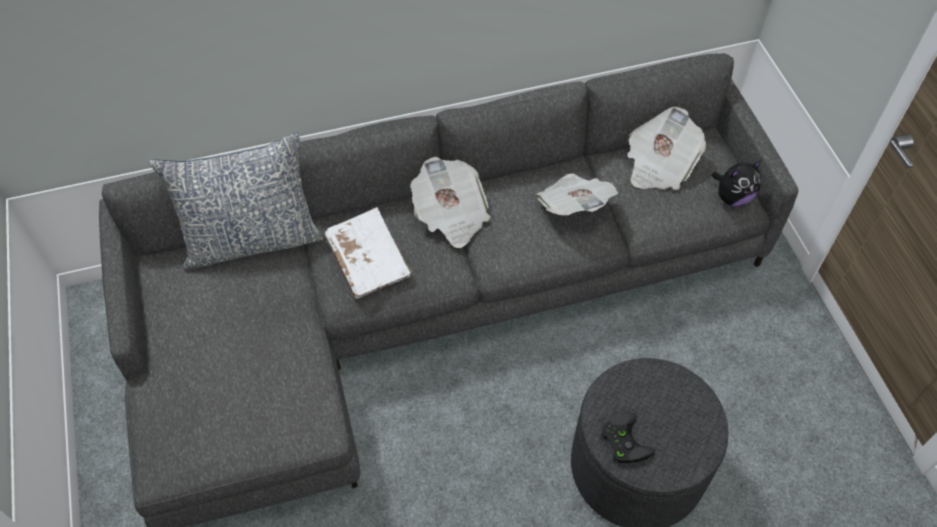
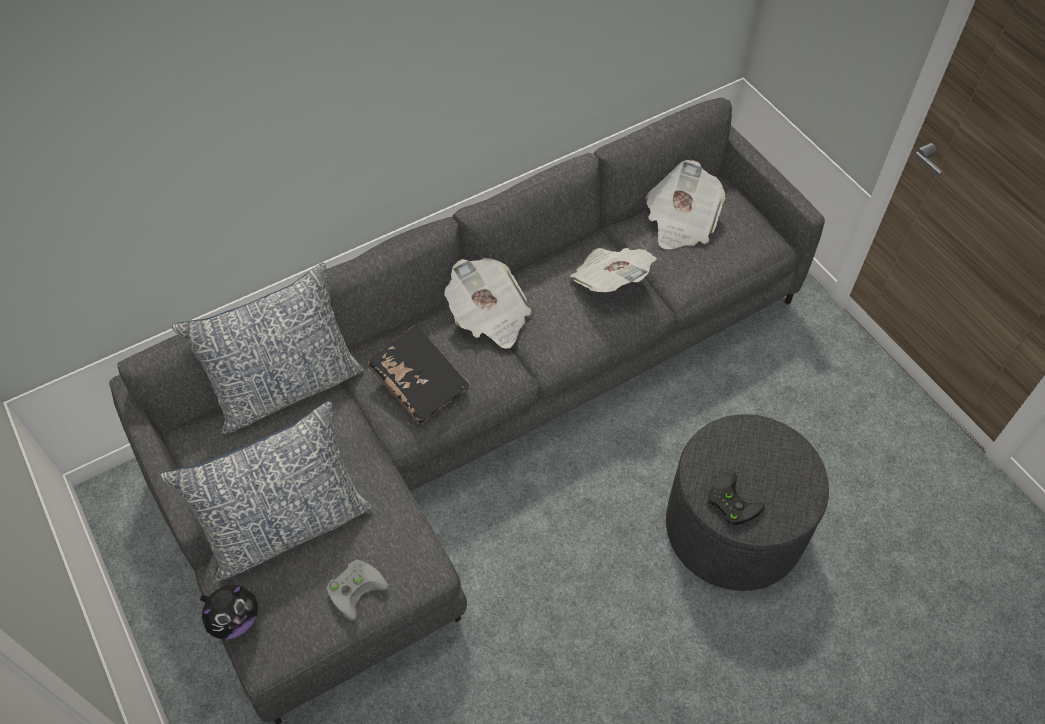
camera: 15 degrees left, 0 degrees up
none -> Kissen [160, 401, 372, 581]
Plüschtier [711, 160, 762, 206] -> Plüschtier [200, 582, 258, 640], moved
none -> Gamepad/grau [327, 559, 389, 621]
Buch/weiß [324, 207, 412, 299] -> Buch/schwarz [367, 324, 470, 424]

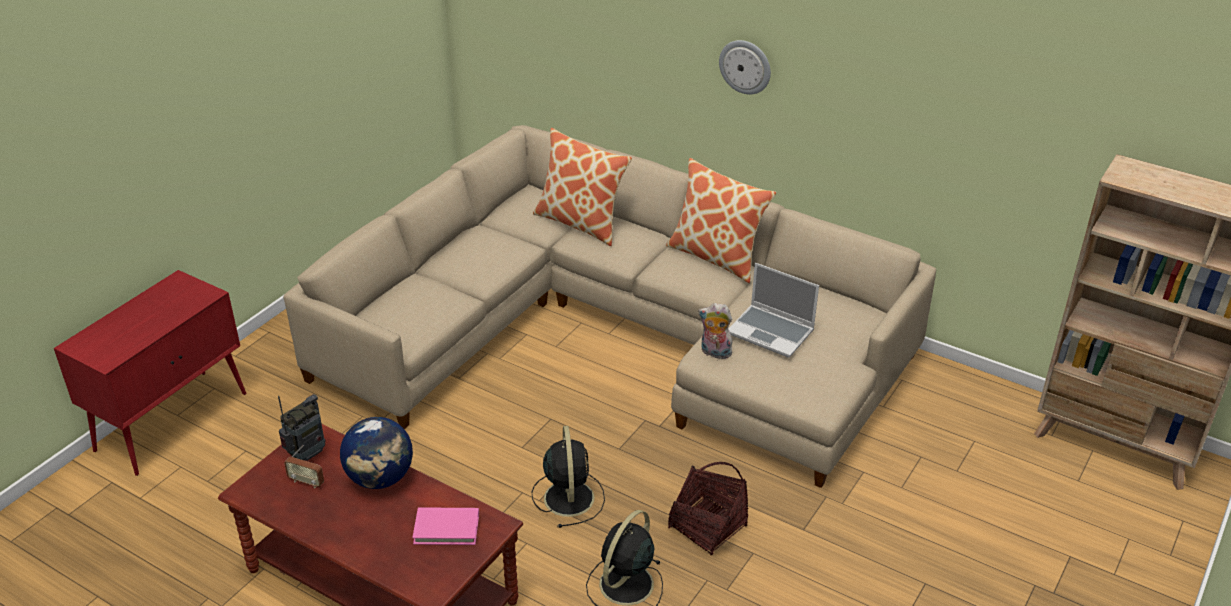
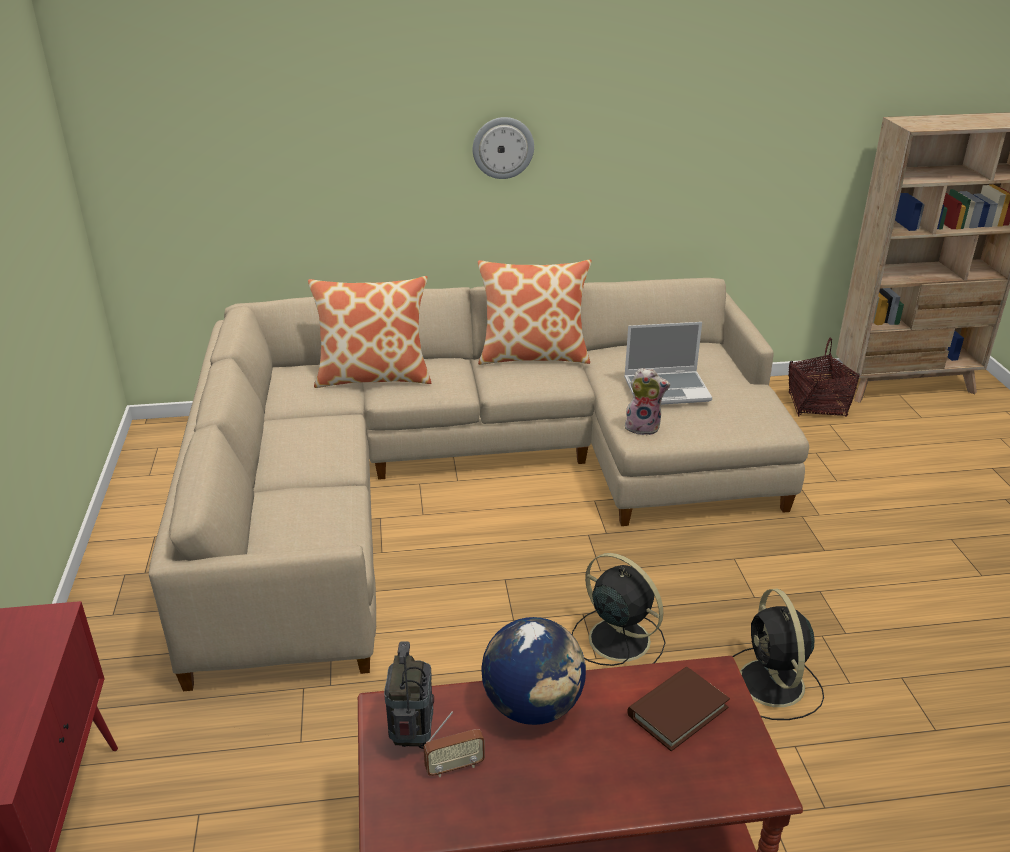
camera: 40 degrees left, 5 degrees down
Plüschtier [698, 303, 734, 359] -> Plüschtier [625, 368, 670, 435], 150 degrees counterclockwise
Buch/rosa [412, 507, 479, 545] -> Buch/braun [627, 667, 730, 751]
Korb [668, 462, 748, 555] -> Korb [788, 338, 860, 416], moved

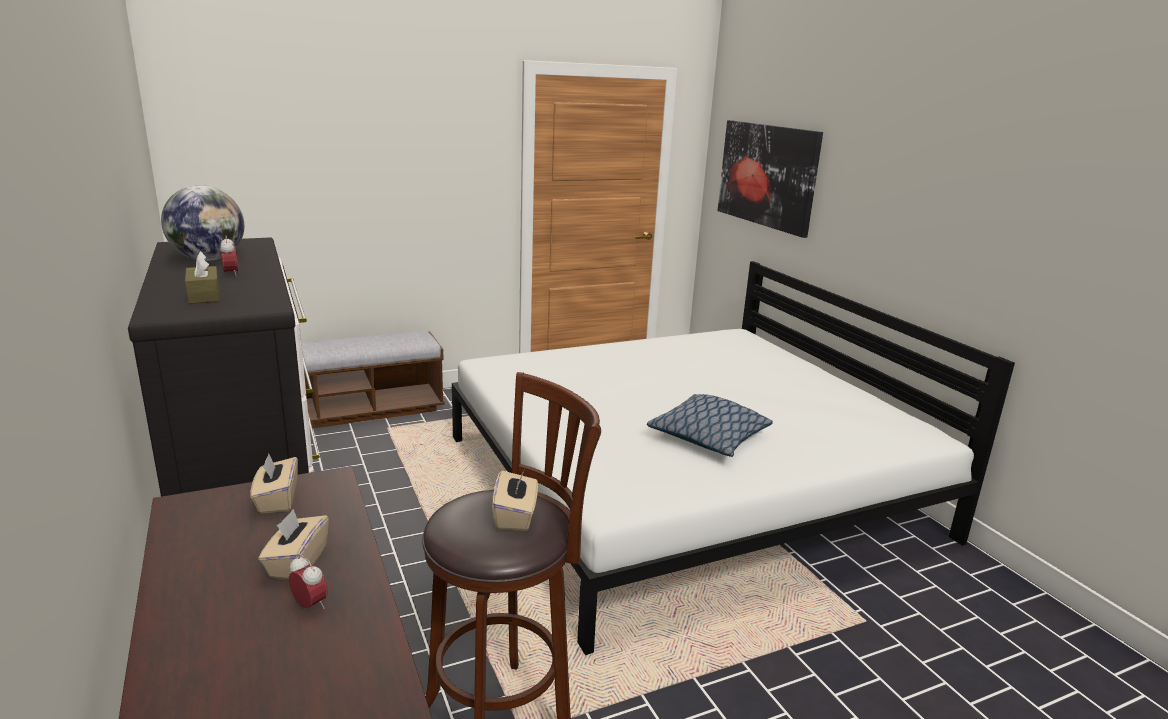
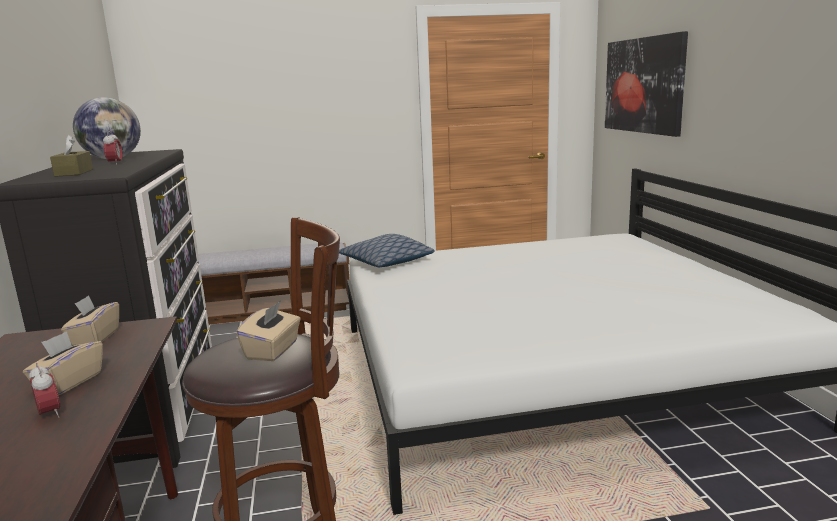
camera: 15 degrees right, 5 degrees down
Kissen [647, 394, 773, 457] -> Kissen [339, 234, 435, 267], moved

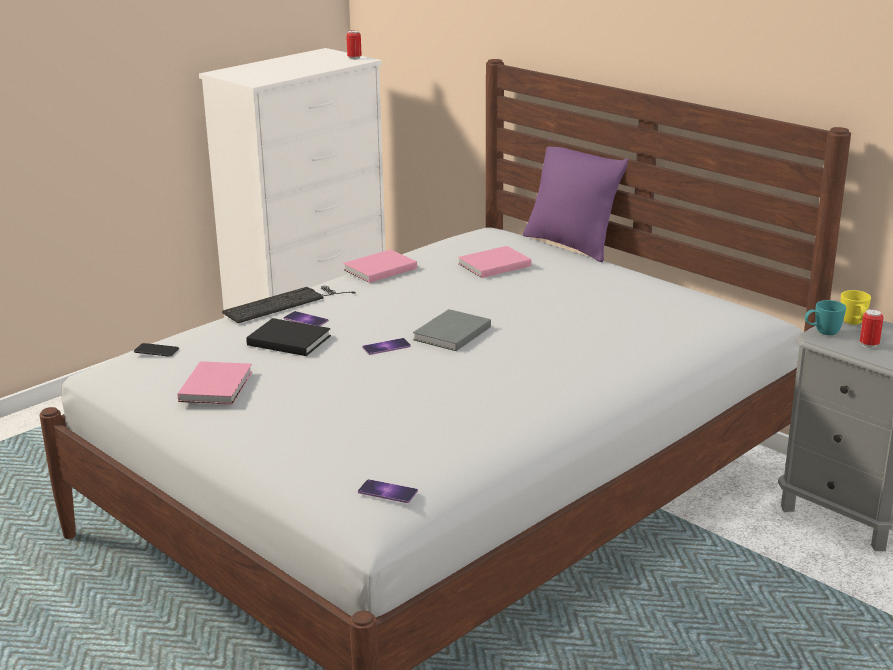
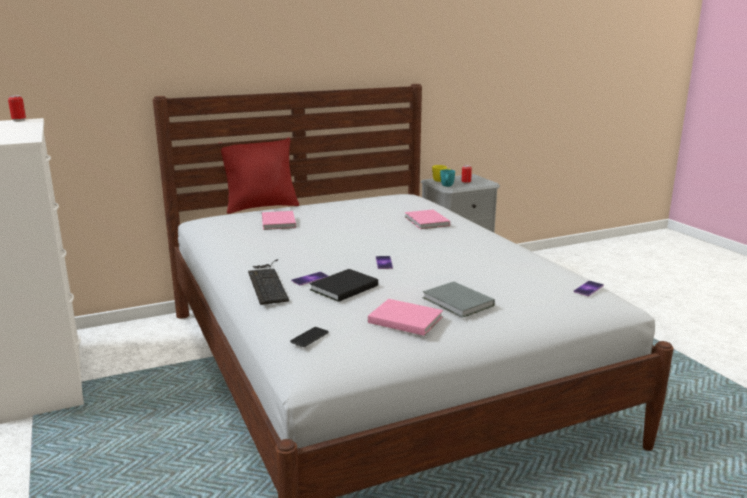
camera: 70 degrees left, 5 degrees down
Kissen/lila [523, 138, 629, 262] -> Kissen/rot [219, 137, 299, 214]
Buch/rosa [343, 249, 417, 283] -> Buch/rosa [405, 210, 450, 229], moved
Buch/grau [413, 309, 491, 351] -> Buch/grau [423, 282, 495, 318], moved

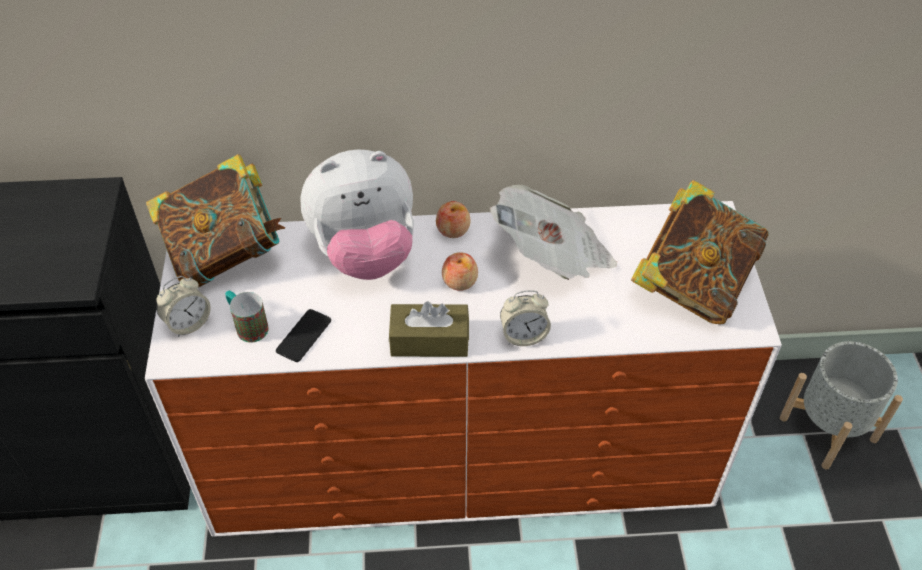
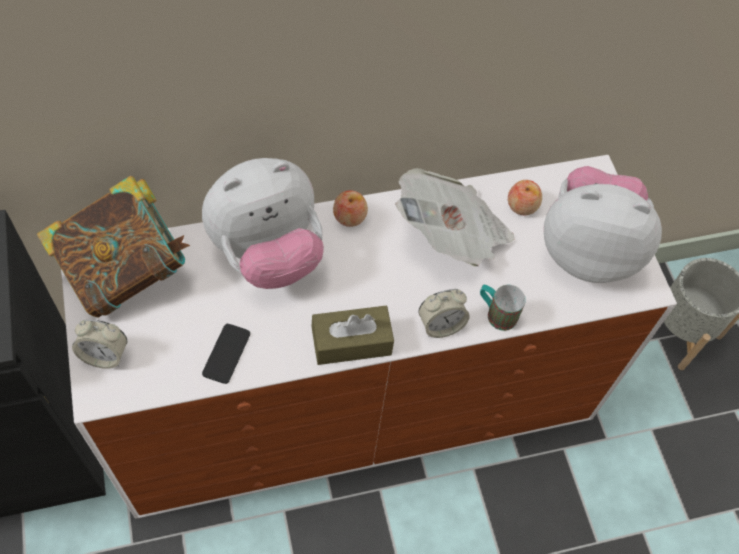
camera: 15 degrees left, 10 degrees up
Wecker [156, 276, 211, 337] -> Wecker [72, 320, 127, 369], 60 degrees clockwise
Henkelbecher [225, 291, 269, 343] -> Henkelbecher [480, 285, 526, 331], moved
Apfel [442, 252, 478, 291] -> Apfel [508, 180, 542, 215], moved
Buch [631, 180, 768, 324] -> Plüschtier [544, 166, 662, 283]

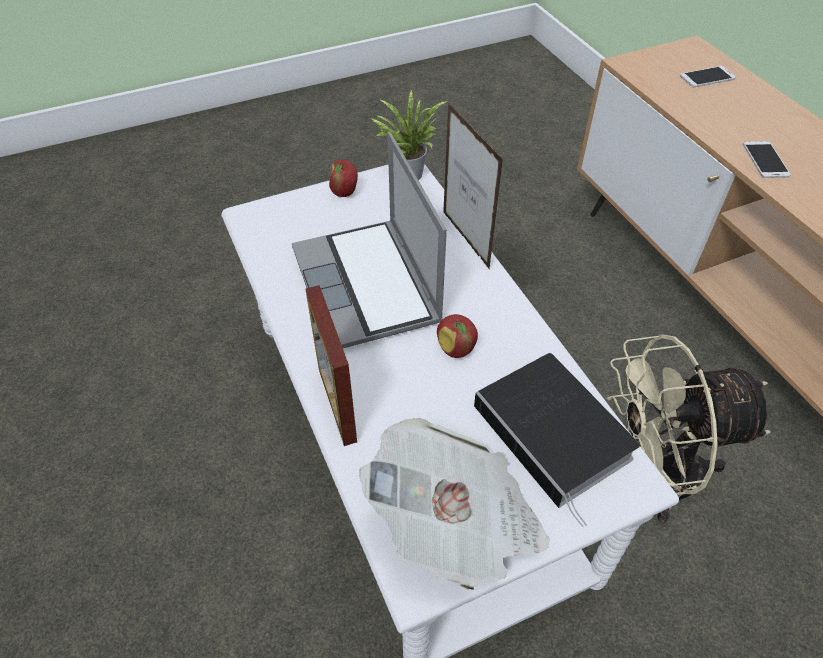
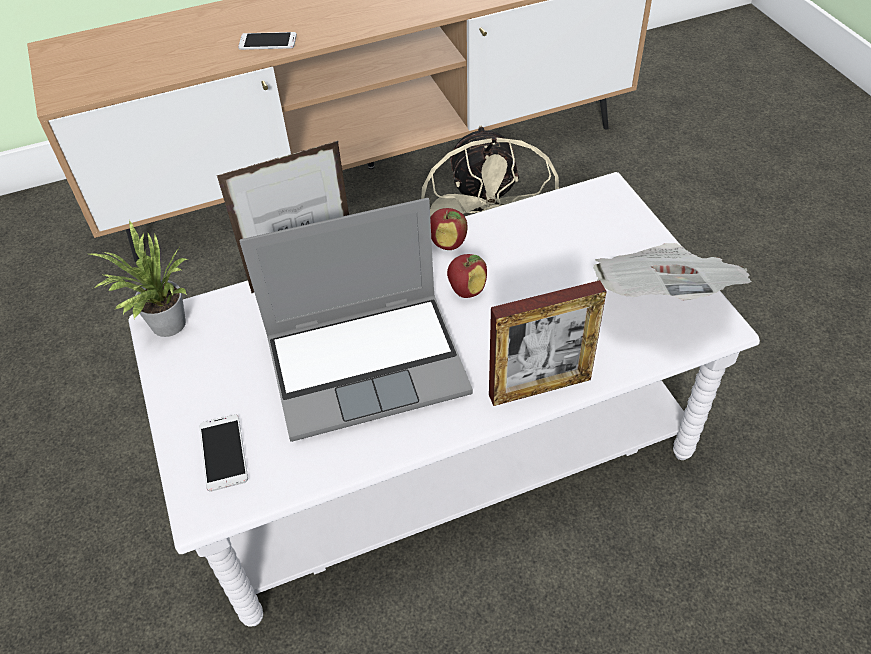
camera: 85 degrees left, 0 degrees up
Handy [680, 66, 736, 87] -> Handy [199, 414, 248, 492], moved
Apfel [329, 160, 358, 197] -> Apfel [430, 208, 467, 250], moved
Buch [474, 353, 640, 527] -> none

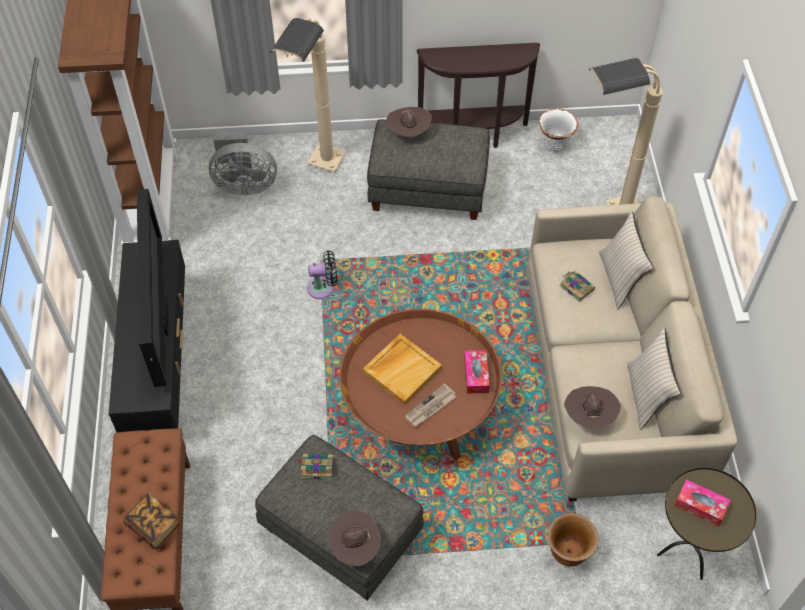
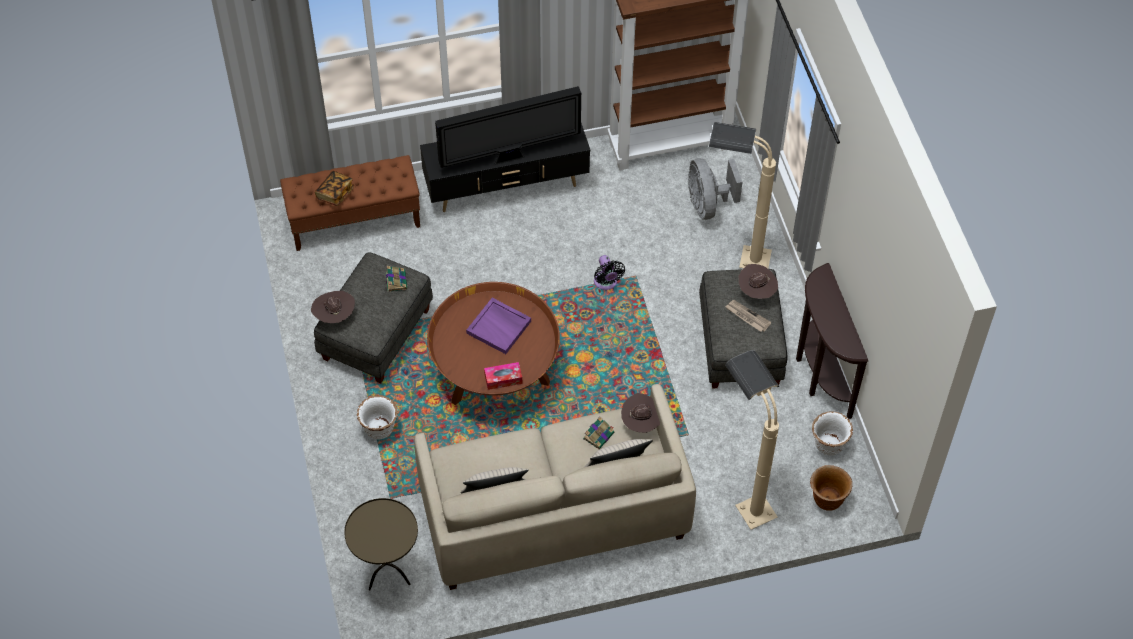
camera: 80 degrees right, 0 degrees up
none -> Pflanzkübel/weiß [357, 395, 398, 439]
Tablett/beige [363, 334, 442, 405] -> Tablett/lila [466, 298, 531, 354]
Hut/braun [564, 386, 621, 429] -> Hut/braun [621, 393, 660, 433], moved
Zeitung [405, 383, 456, 427] -> Zeitung [725, 300, 772, 332], moved
Pflanzkübel/braun [547, 513, 599, 567] -> Pflanzkübel/braun [810, 465, 852, 511], moved
Taschentuchbox [674, 479, 730, 527] -> none

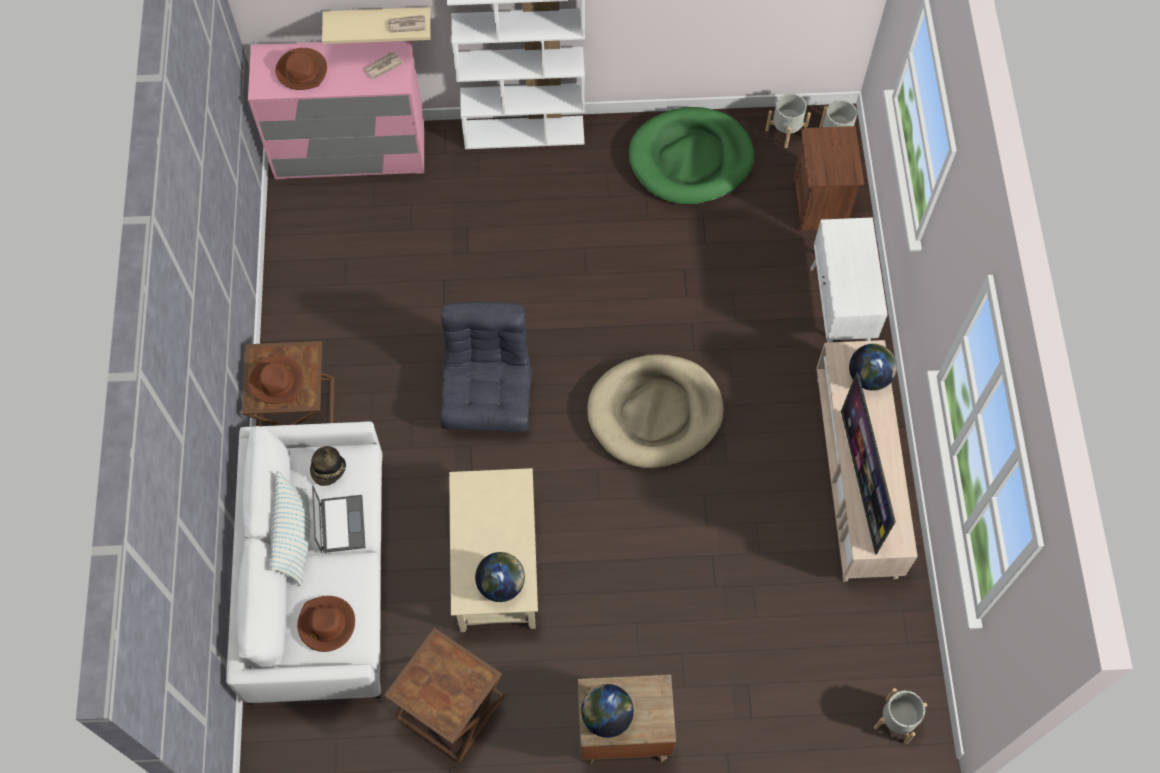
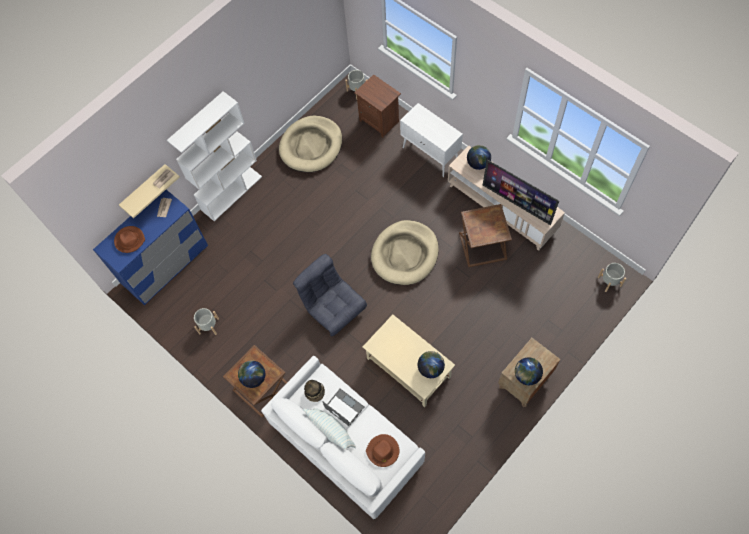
camera: 40 degrees left, 0 degrees up
Kommode/rosa [248, 41, 424, 179] -> Kommode/blau [93, 190, 208, 305]
Pflanzkübel/grau [765, 93, 811, 148] -> Pflanzkübel/grau [194, 308, 219, 335], moved
Hut/braun [249, 355, 303, 404] -> Globus [238, 360, 265, 388]
Hundebett/grün [629, 107, 754, 205] -> Hundebett/beige [279, 115, 342, 172]
Beistelltisch/braun [384, 628, 506, 762] -> Beistelltisch/braun [459, 204, 512, 267], moved

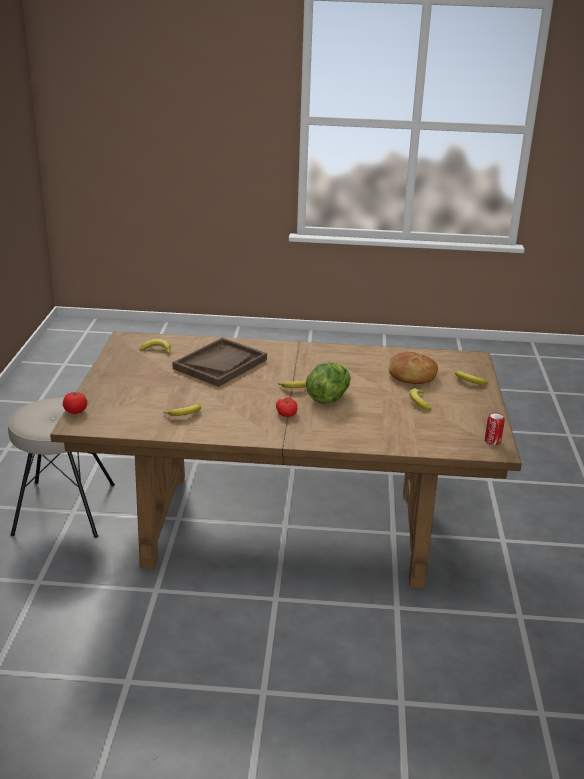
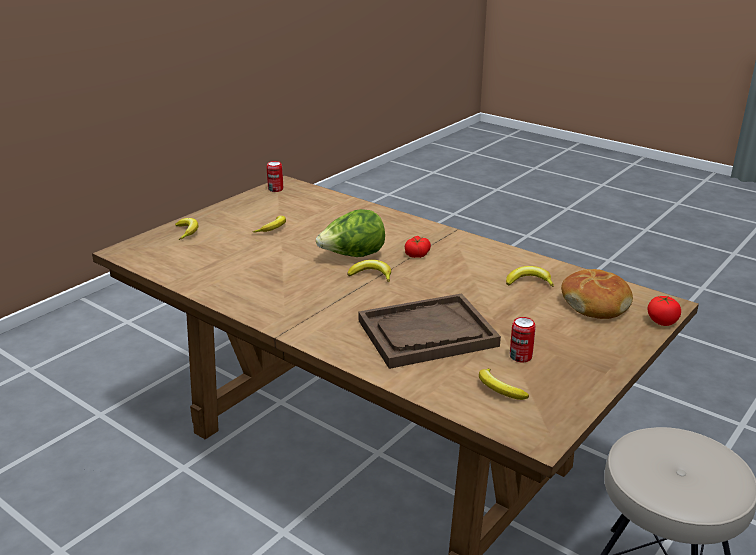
camera: 145 degrees left, 0 degrees up
none -> Dose [510, 317, 536, 363]
Brot [389, 352, 438, 384] -> Brot [561, 269, 633, 319], moved

